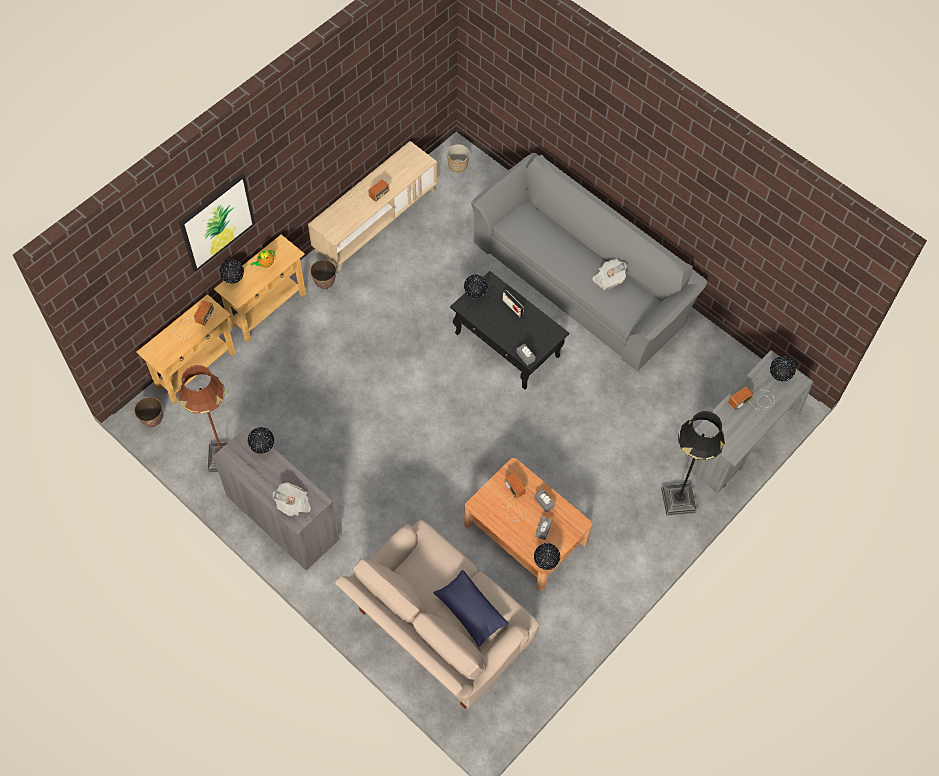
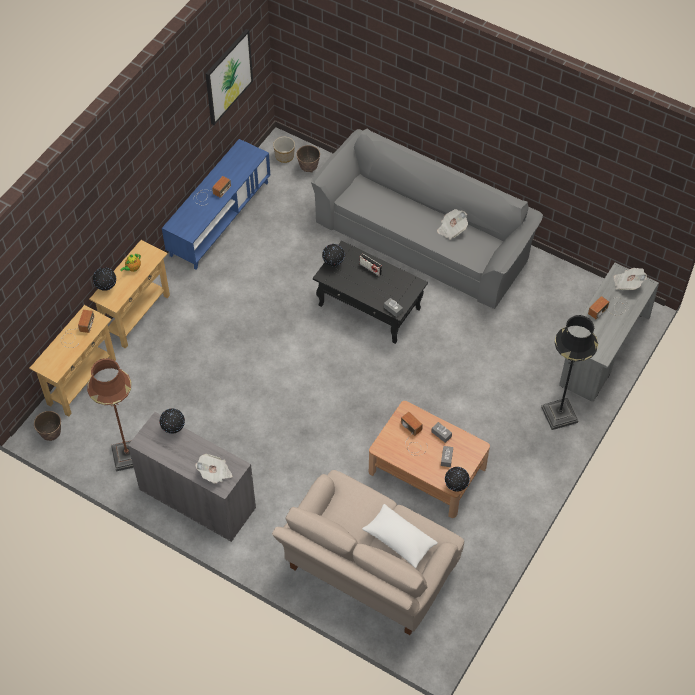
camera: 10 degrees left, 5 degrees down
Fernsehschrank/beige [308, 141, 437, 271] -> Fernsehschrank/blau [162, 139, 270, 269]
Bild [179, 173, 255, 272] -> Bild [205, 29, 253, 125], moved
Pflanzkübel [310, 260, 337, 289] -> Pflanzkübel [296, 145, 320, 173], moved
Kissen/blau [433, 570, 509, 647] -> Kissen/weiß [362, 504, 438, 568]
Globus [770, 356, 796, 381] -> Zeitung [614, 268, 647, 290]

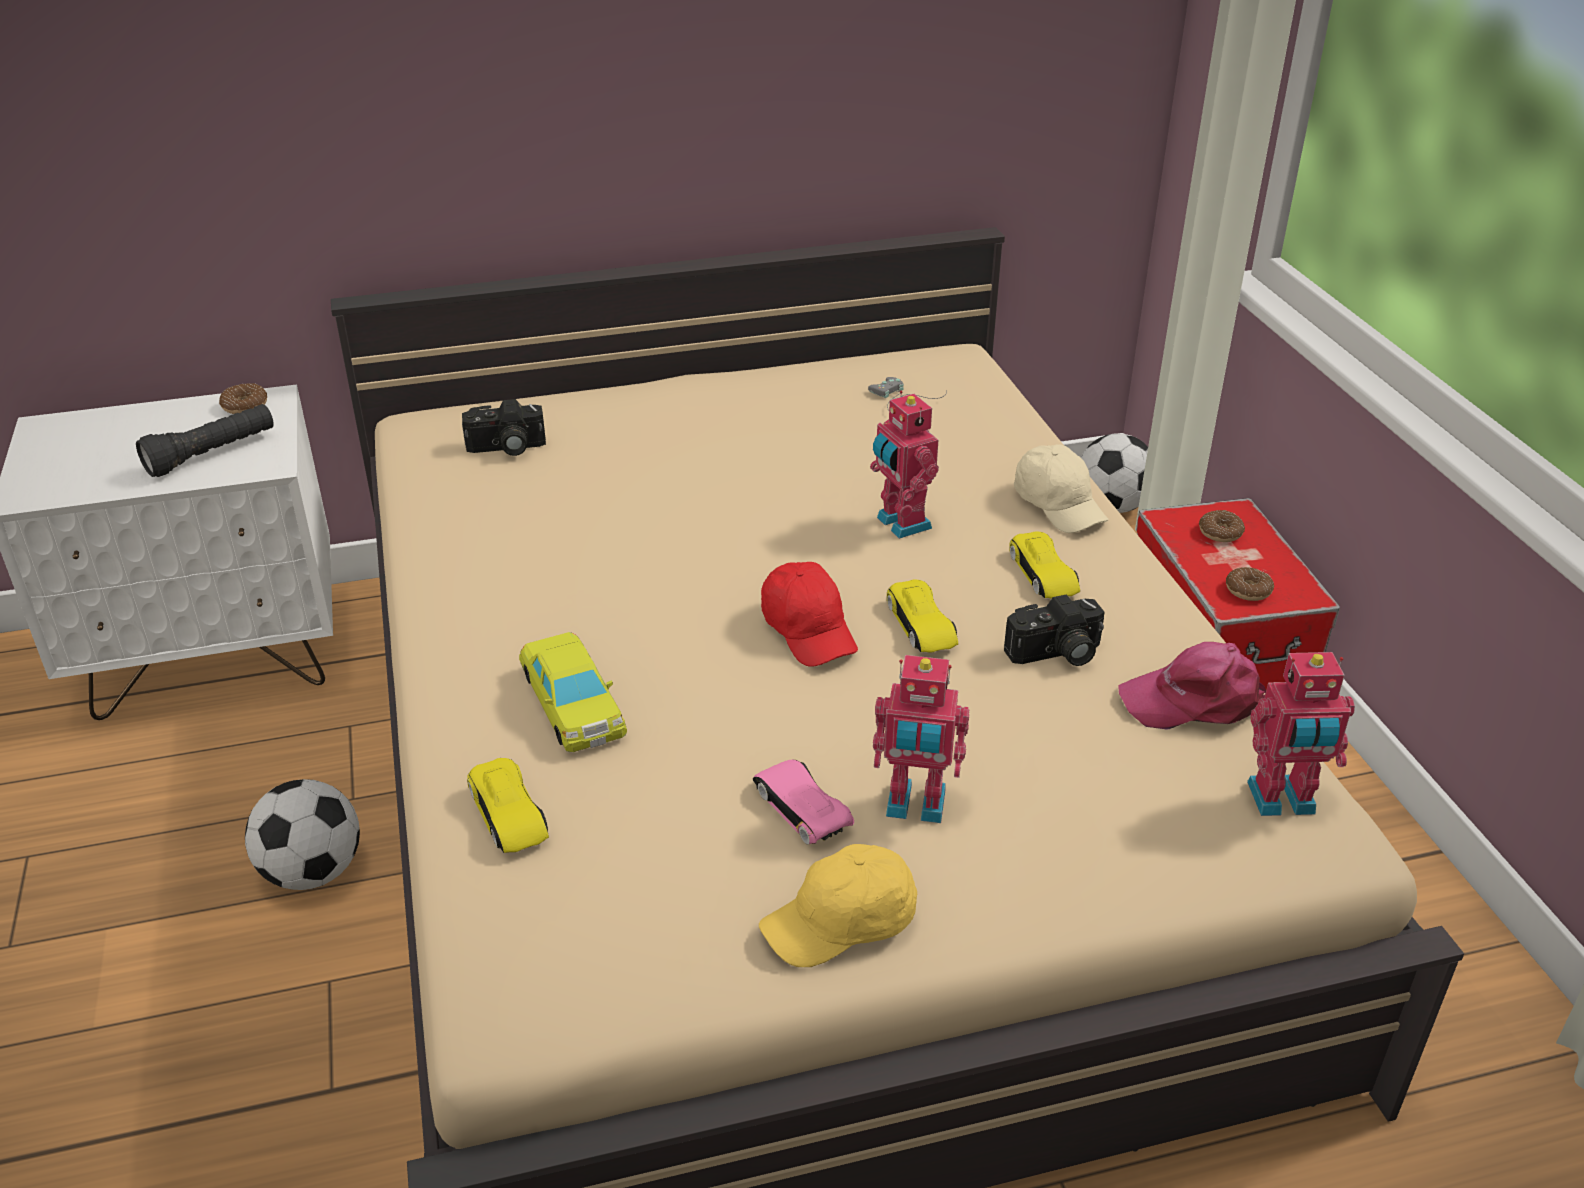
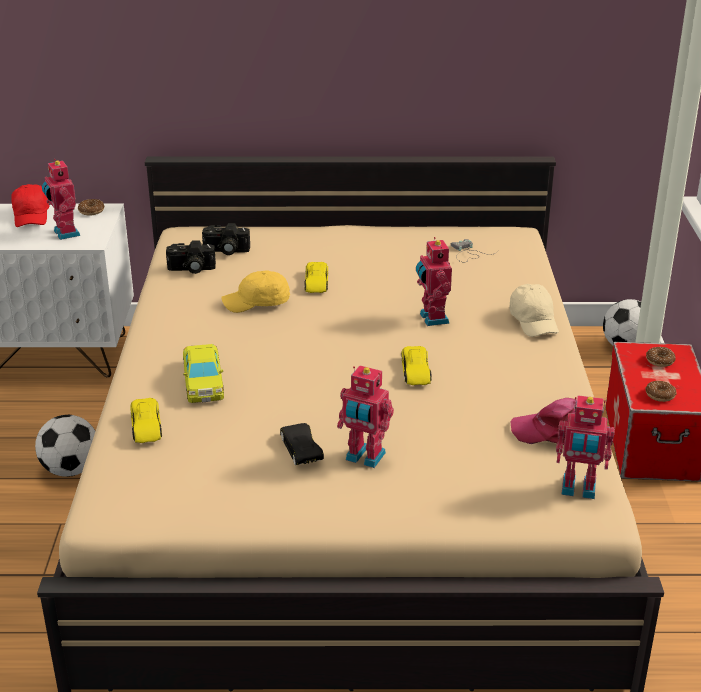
camera: 15 degrees right, 5 degrees down
Kappe/rot [761, 562, 858, 667] -> Kappe/rot [11, 184, 50, 227], moved
Taschenlampe/schwarz [136, 404, 274, 477] -> Spielzeugroboter [42, 159, 80, 240]
Kamera [1004, 594, 1105, 666] -> Kamera [166, 240, 216, 274], moved
Kappe/gelb [759, 844, 917, 967] -> Kappe/gelb [221, 271, 290, 313], moved
Spielzeugauto/rosa [753, 760, 854, 845] -> Spielzeugauto/schwarz [280, 423, 324, 465]
Spielzeugauto/gelb [1009, 531, 1080, 599] -> Spielzeugauto/gelb [304, 262, 328, 293], moved

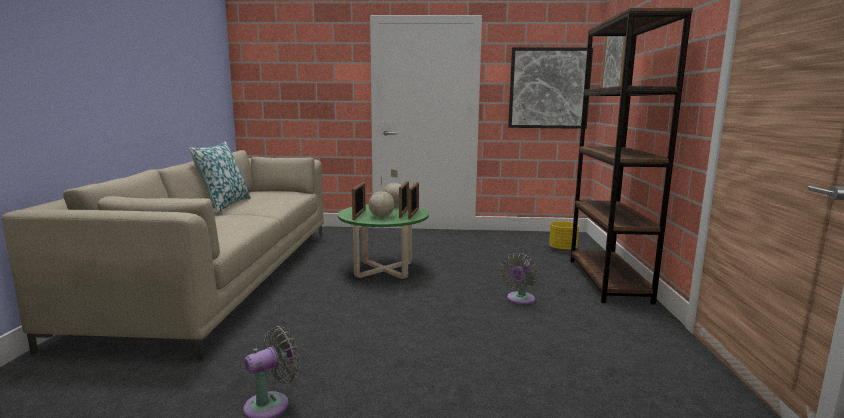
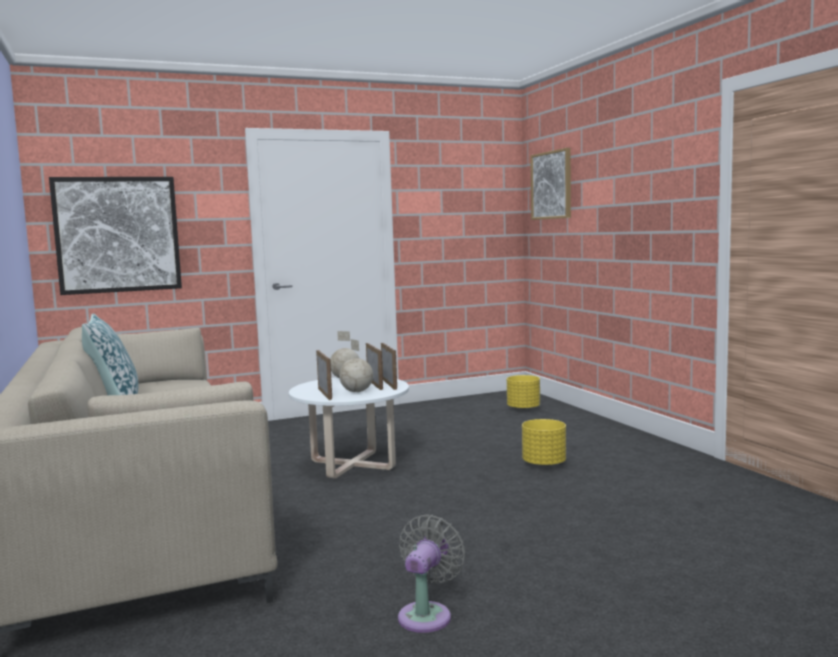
camera: 25 degrees left, 5 degrees down
Bild [508, 47, 593, 129] -> Bild [49, 177, 182, 295], moved
Couchtisch/grün [338, 204, 429, 279] -> Couchtisch/weiß [289, 377, 409, 479]
Ventilator/grau [500, 253, 538, 305] -> Pflanzkübel/gelb [522, 419, 566, 468]
Bücherregal/braun [570, 7, 693, 305] -> none

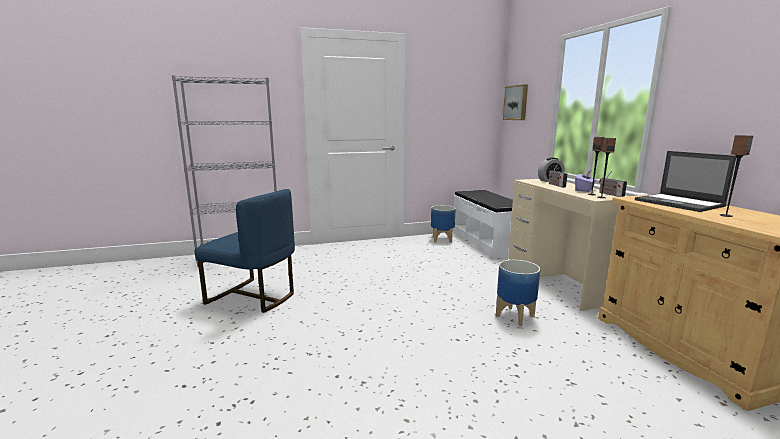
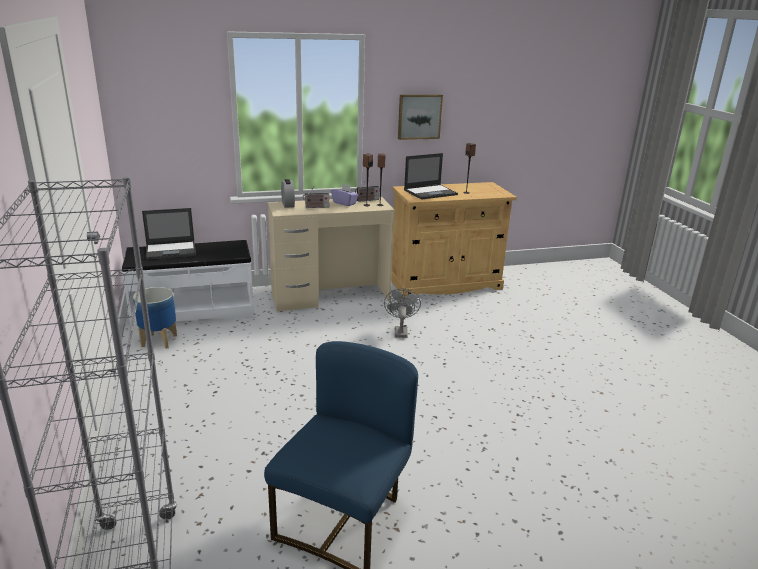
camera: 90 degrees left, 10 degrees up
none -> Laptop [142, 208, 196, 260]
Pflanzkübel [496, 260, 540, 326] -> Ventilator/grau [384, 288, 421, 338]
Bild [503, 84, 528, 120] -> Bild [398, 94, 443, 140], moved

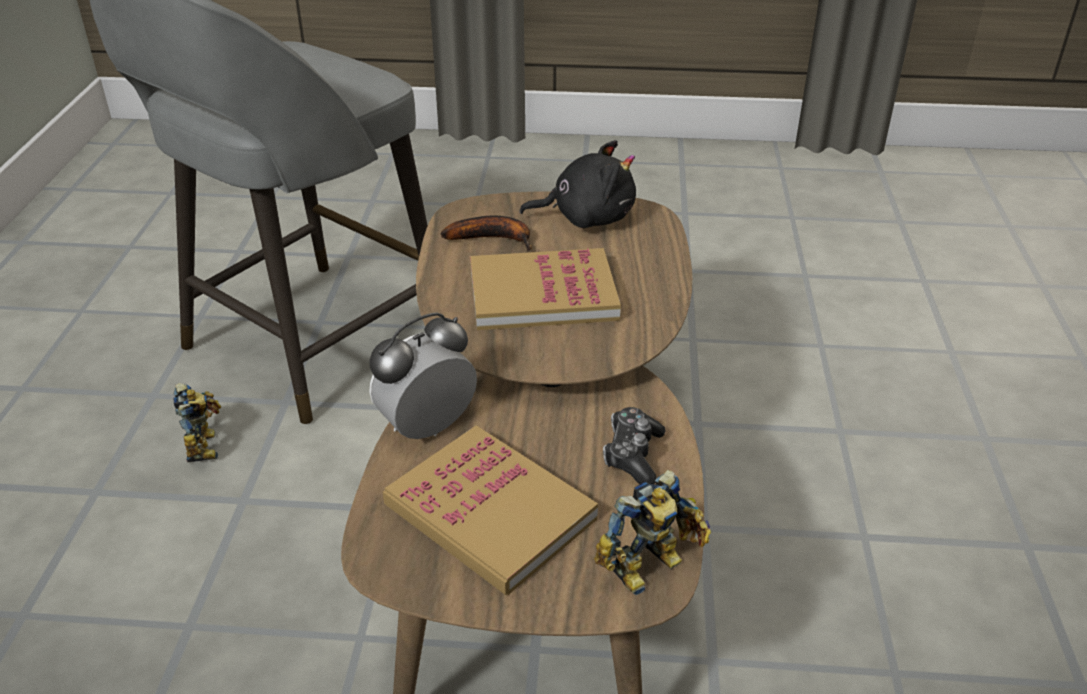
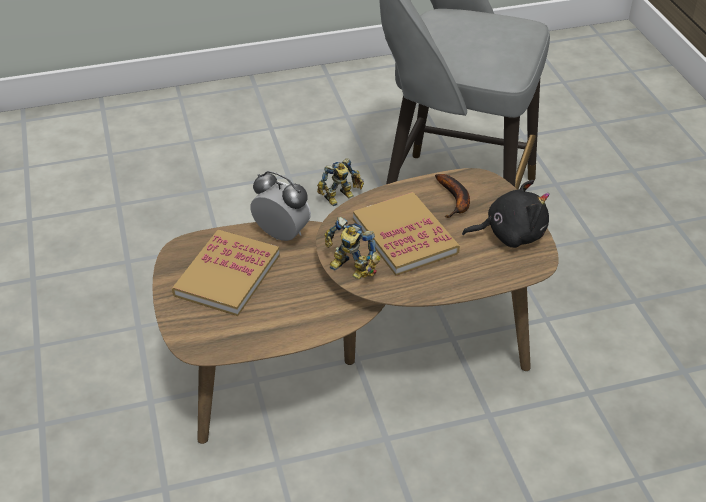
camera: 70 degrees right, 5 degrees up
Spielzeugroboter [594, 470, 711, 595] -> Spielzeugroboter [325, 217, 381, 279], moved
Plüschtier/schwarz [519, 140, 636, 228] -> Plüschtier/schwarz [462, 180, 550, 248], 75 degrees counterclockwise
Gamepad [603, 407, 665, 485] -> none

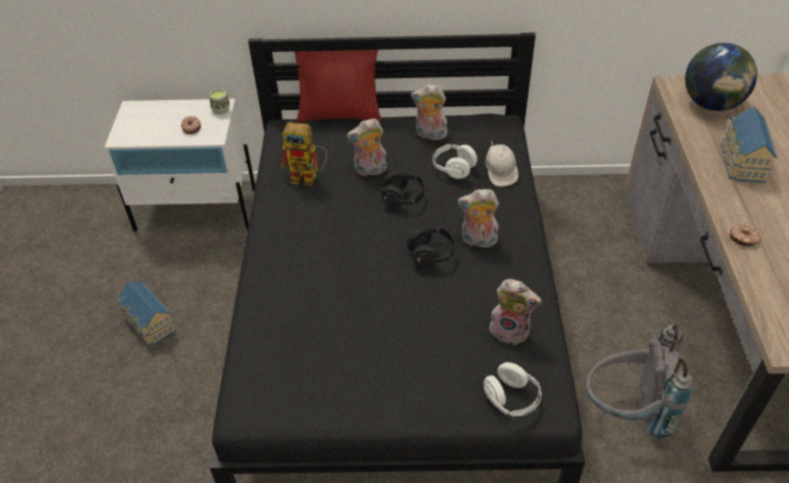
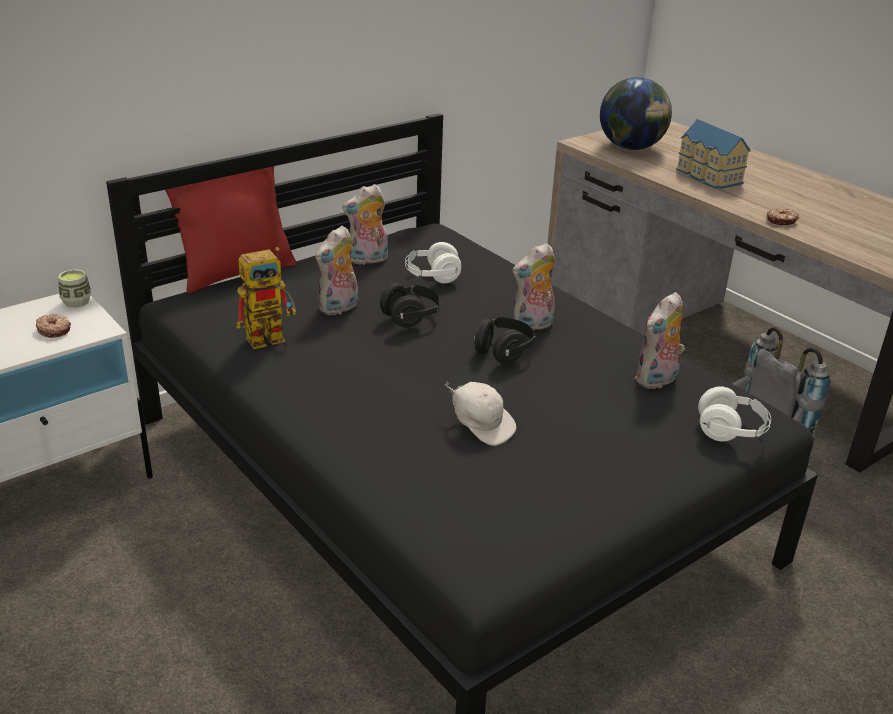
camera: 40 degrees left, 15 degrees down
Kappe/weiß [485, 139, 518, 187] -> Kappe/weiß [445, 382, 516, 446], moved
Plüschtier [486, 279, 542, 345] -> Plüschtier [635, 292, 685, 390], 150 degrees clockwise
Spielzeughaus [117, 281, 176, 346] -> none

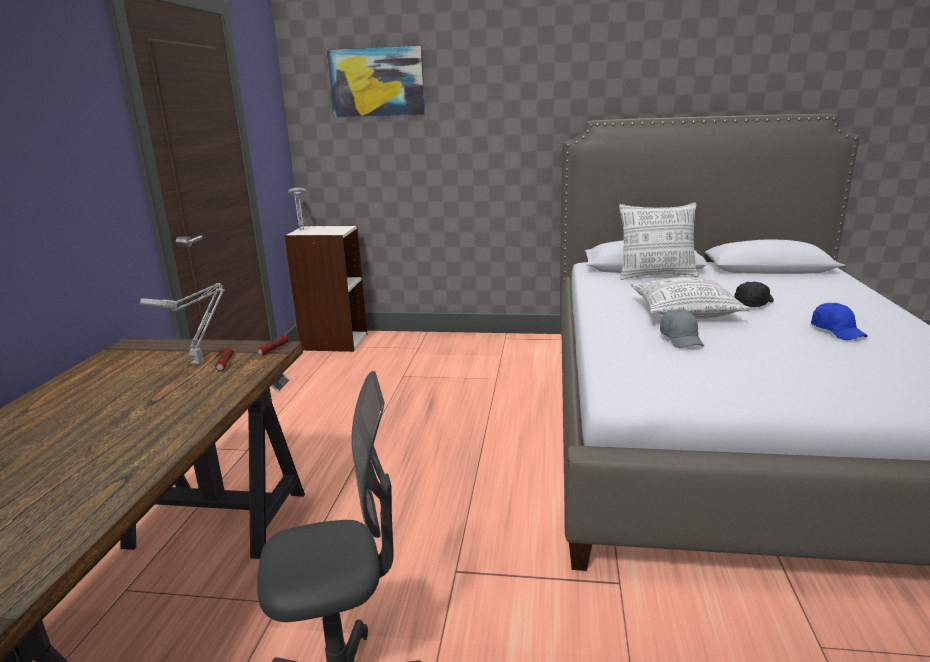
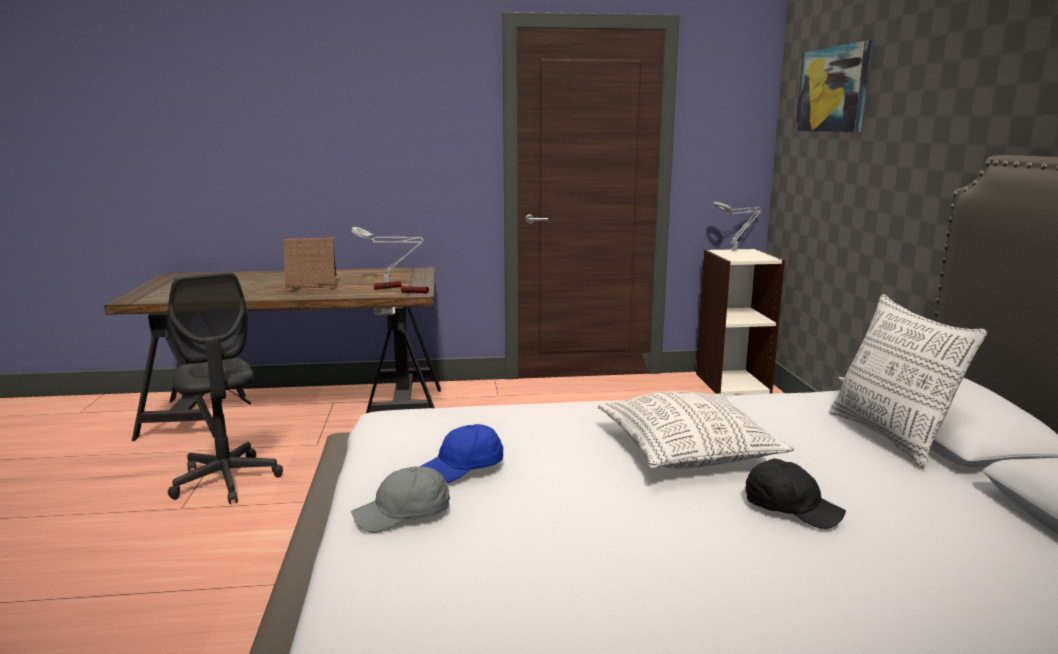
camera: 75 degrees right, 5 degrees down
none -> Spielzeughaus [276, 237, 337, 292]
Kappe/grau [660, 309, 704, 348] -> Kappe/grau [351, 466, 450, 533], moved
Kappe/blau [811, 303, 868, 340] -> Kappe/blau [420, 424, 504, 483], moved

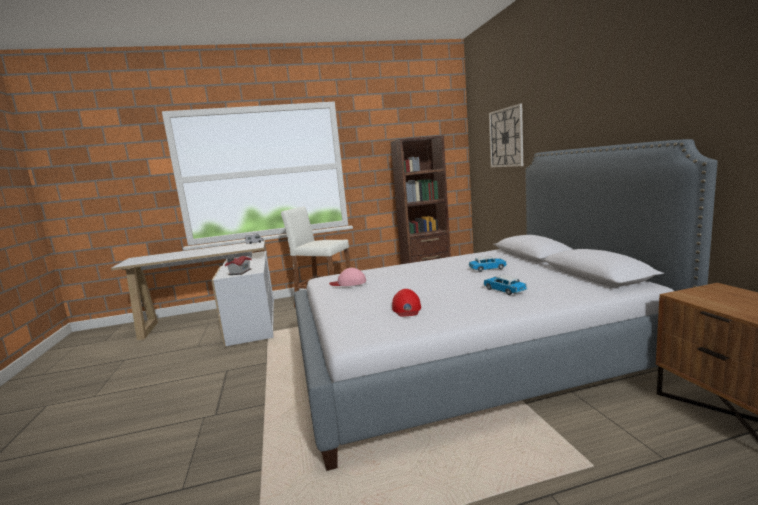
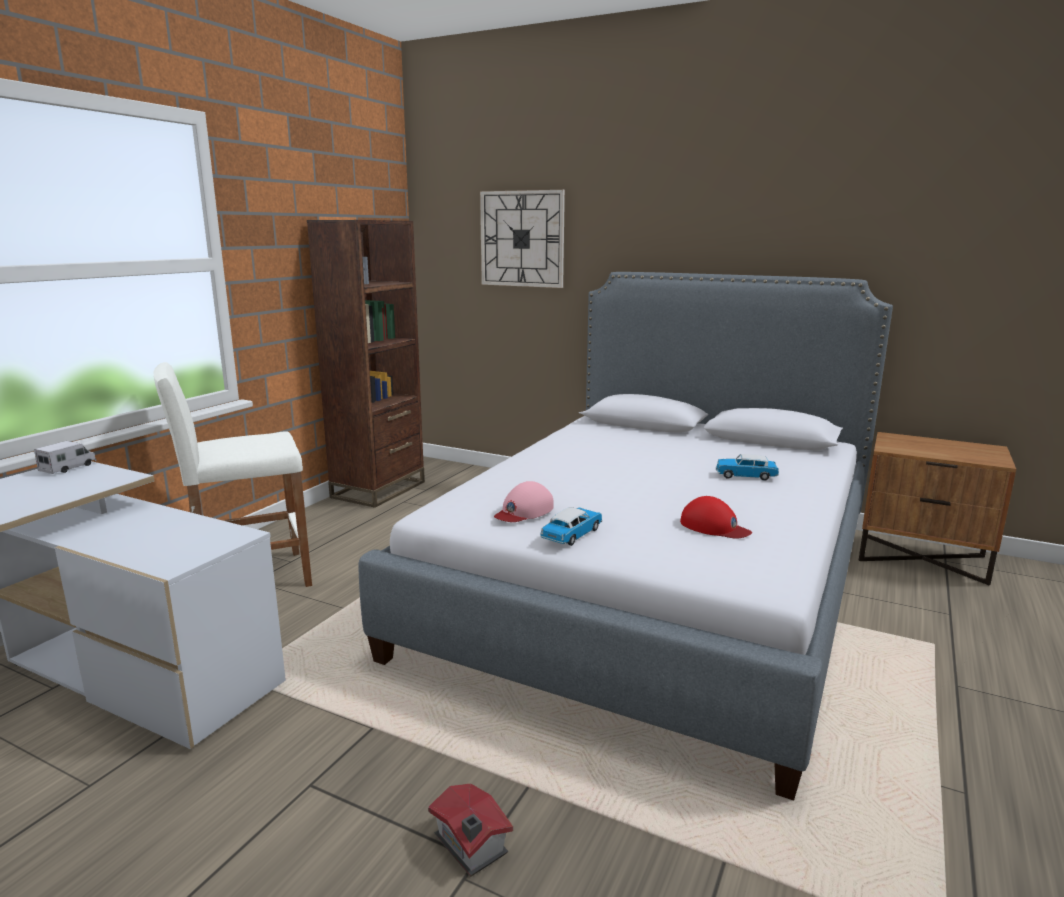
camera: 50 degrees left, 5 degrees up
Spielzeughaus [225, 256, 252, 275] -> Spielzeughaus [428, 783, 513, 877], moved
Spielzeugauto [469, 256, 507, 272] -> Spielzeugauto [540, 507, 603, 546], moved

